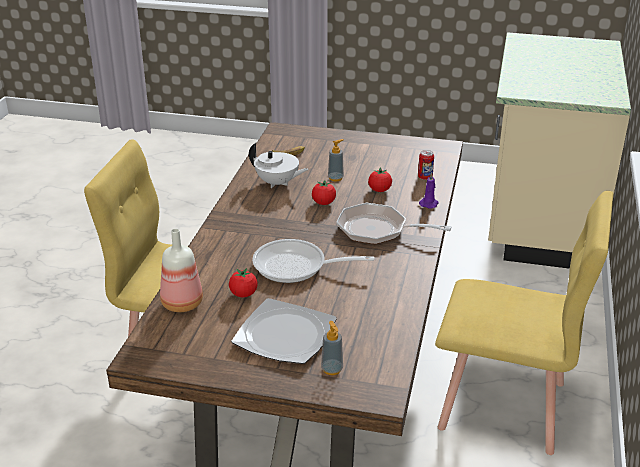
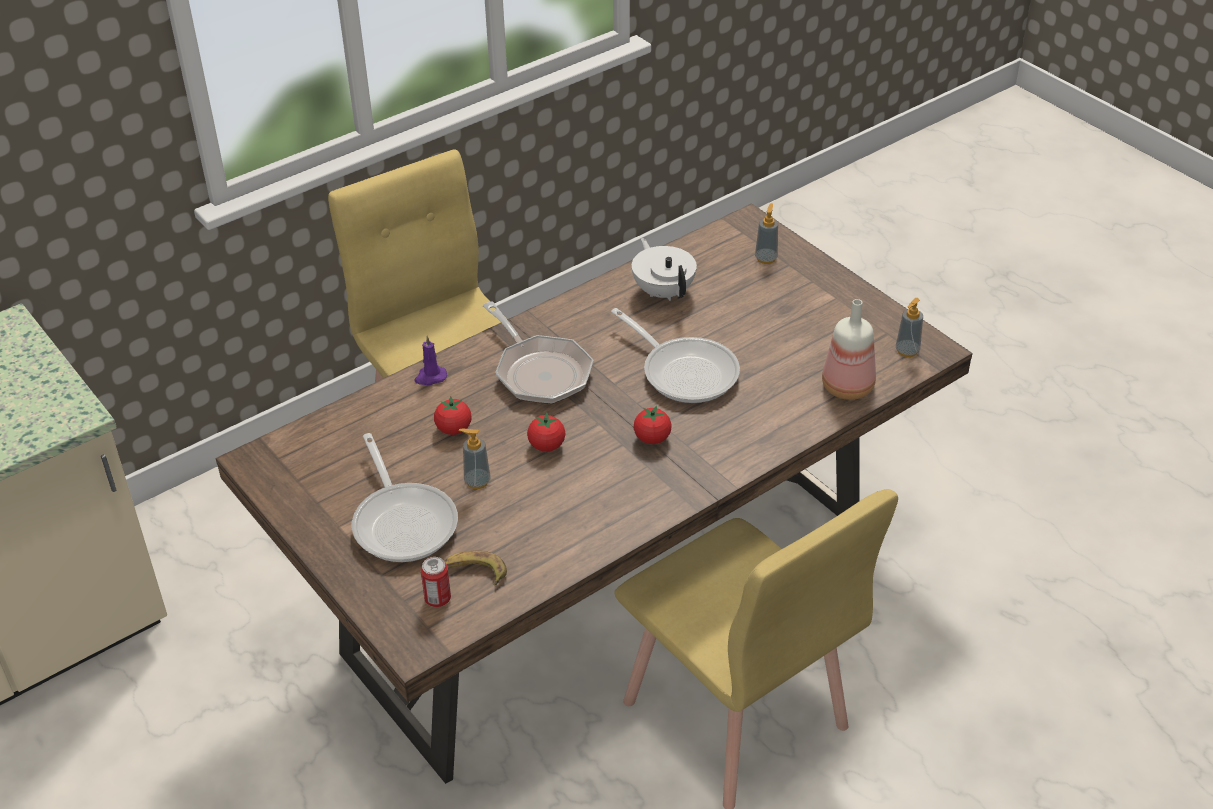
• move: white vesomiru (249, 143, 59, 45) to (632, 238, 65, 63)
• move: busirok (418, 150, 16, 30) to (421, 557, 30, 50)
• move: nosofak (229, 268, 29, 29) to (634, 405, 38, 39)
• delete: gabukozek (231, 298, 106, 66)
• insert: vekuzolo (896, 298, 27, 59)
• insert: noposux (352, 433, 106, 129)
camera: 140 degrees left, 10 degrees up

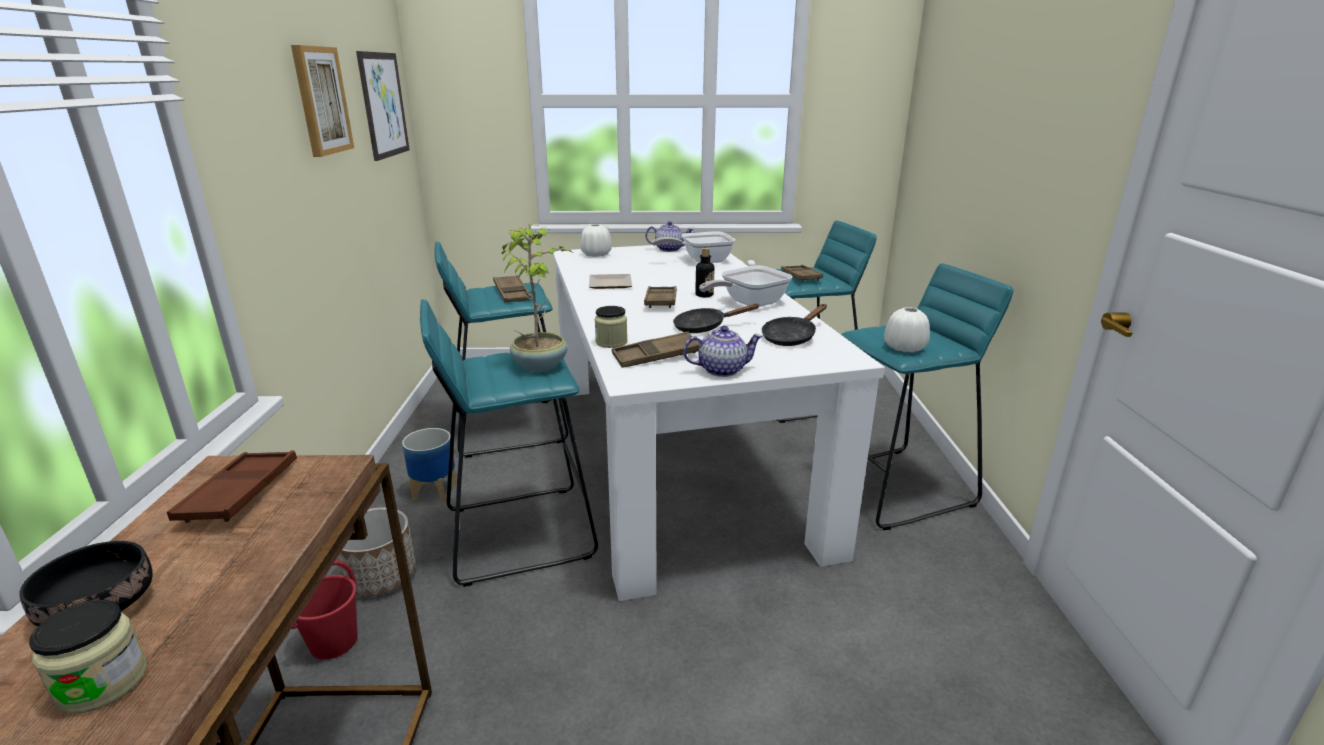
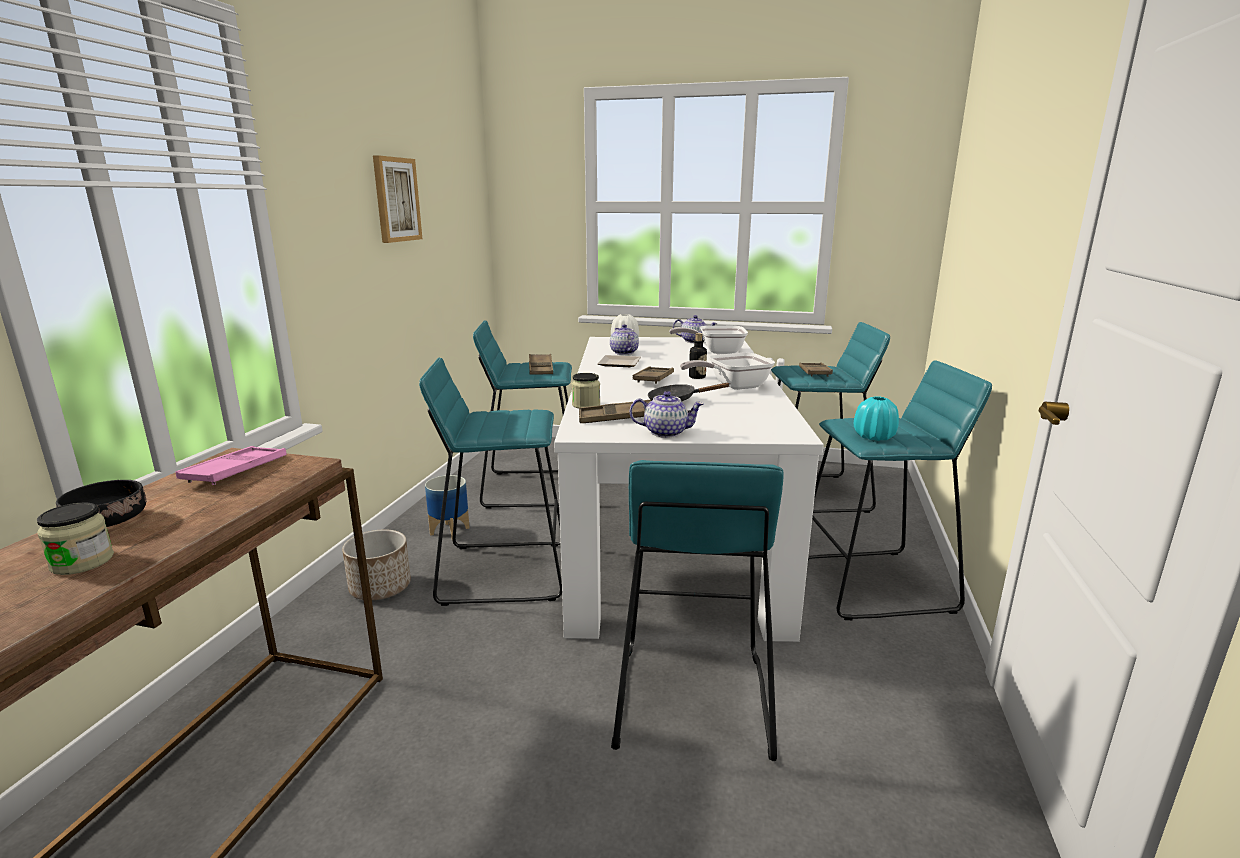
• delete: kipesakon (356, 51, 54, 110)
• delete: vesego (502, 224, 70, 148)
• delete: black noposux (762, 304, 65, 42)
• recolor: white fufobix (884, 307, 46, 46) to turquoise fufobix (854, 396, 45, 45)
• recolor: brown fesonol (167, 450, 130, 73) to pink fesonol (176, 446, 111, 39)
• delete: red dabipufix (291, 560, 66, 100)
• insert: vesomiru (610, 324, 29, 31)
• insert: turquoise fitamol (611, 460, 173, 301)
camera: 15 degrees right, 5 degrees down

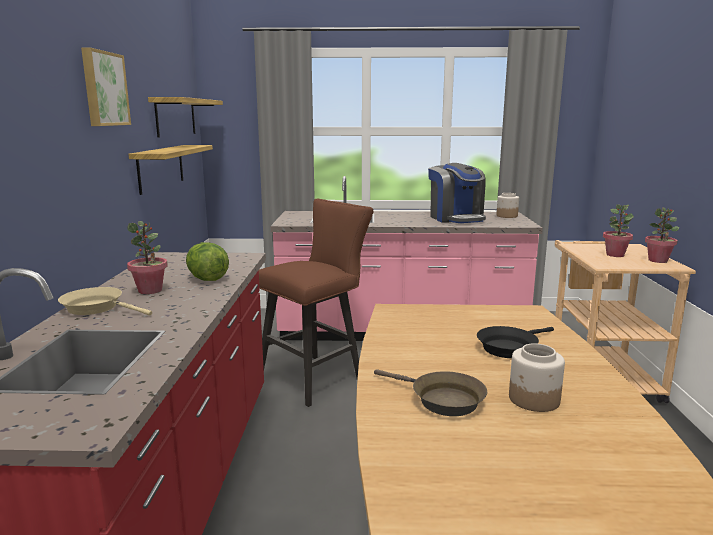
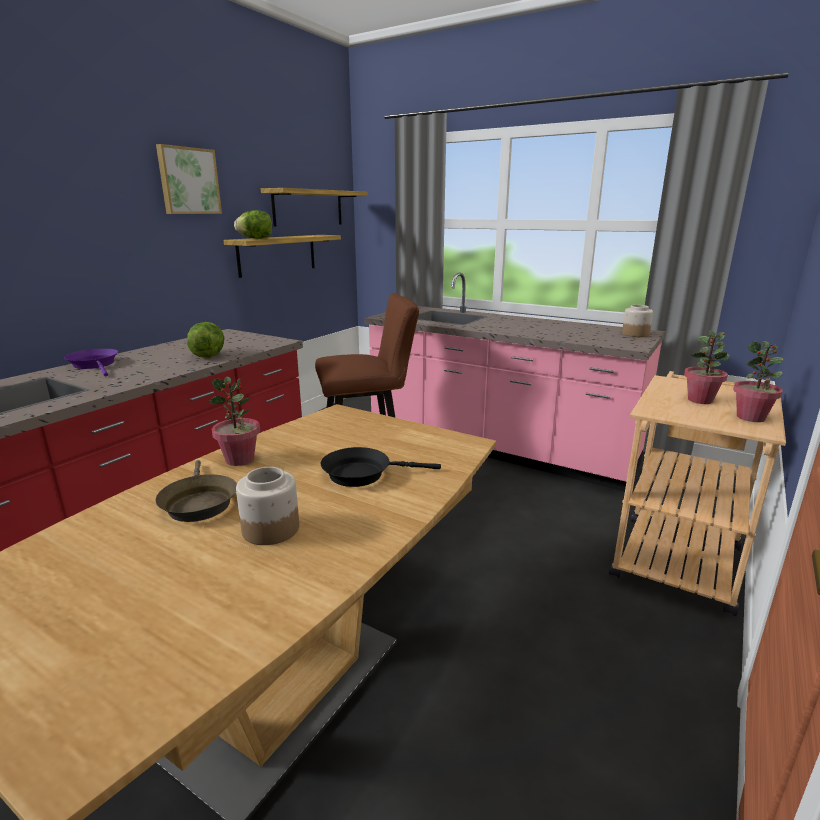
• delete: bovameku (428, 163, 58, 60)
• move: vesego (127, 221, 41, 73) to (209, 377, 51, 89)
• recolor: beige noposux (58, 287, 94, 28) to purple noposux (64, 349, 54, 27)
• insert: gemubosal (234, 210, 38, 29)
camera: 30 degrees right, 5 degrees up

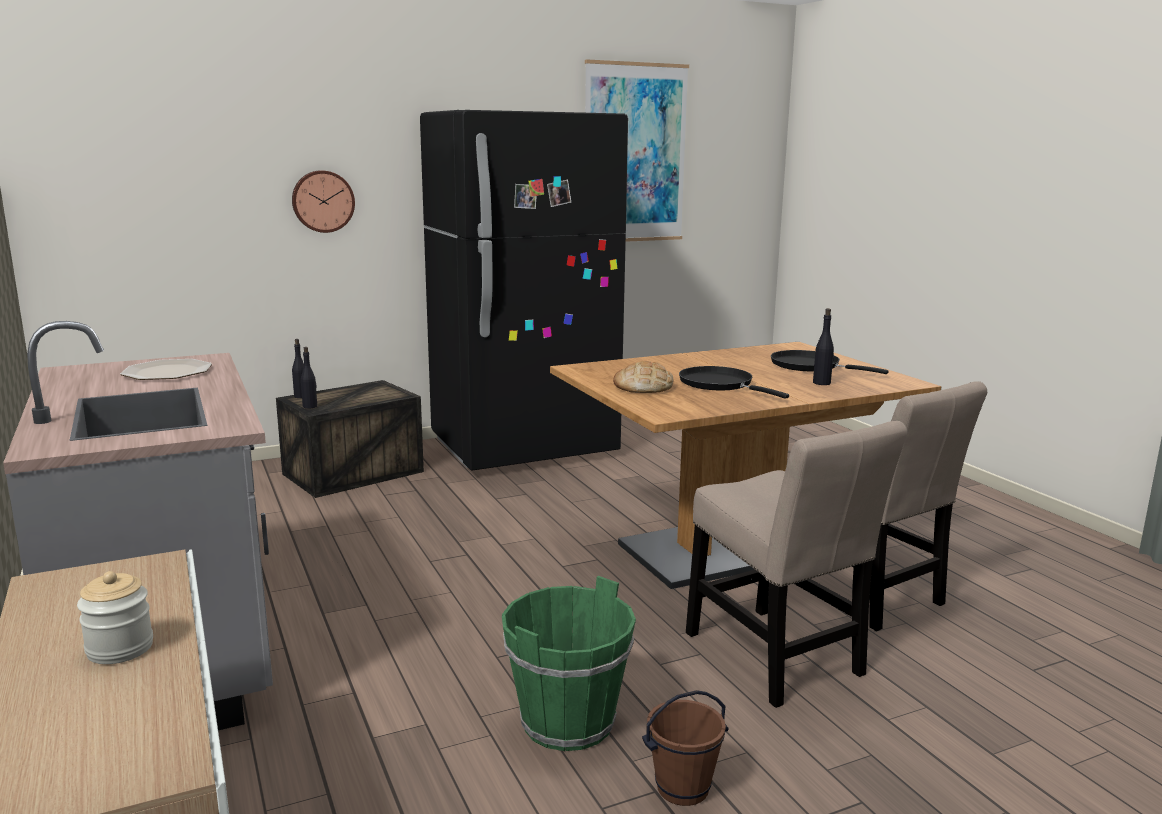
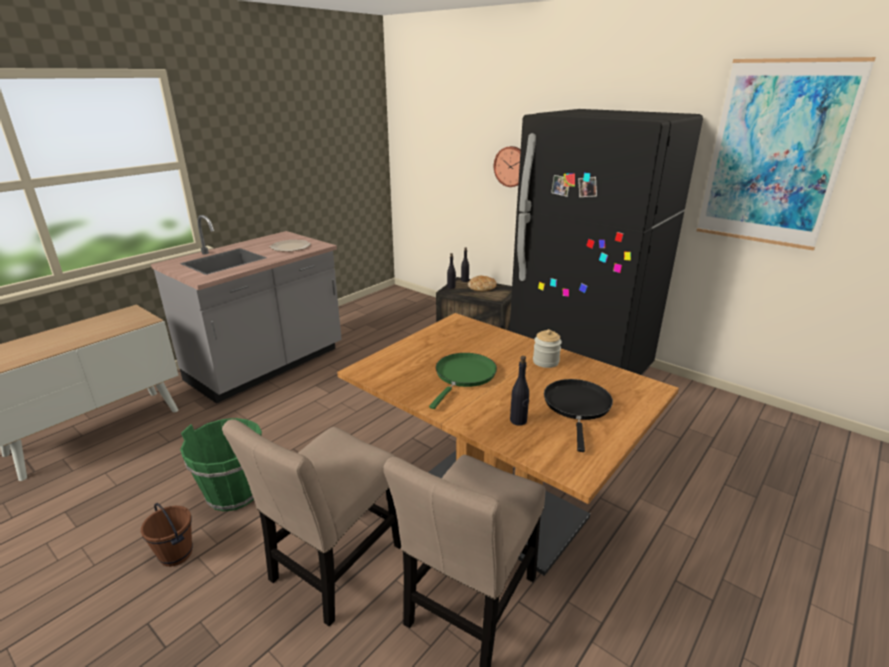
• move: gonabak (613, 361, 61, 32) to (468, 276, 29, 15)
• recolor: black noposux (679, 366, 110, 33) to green noposux (429, 353, 68, 56)
• move: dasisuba (77, 571, 76, 93) to (533, 329, 29, 39)
camera: 65 degrees right, 10 degrees up

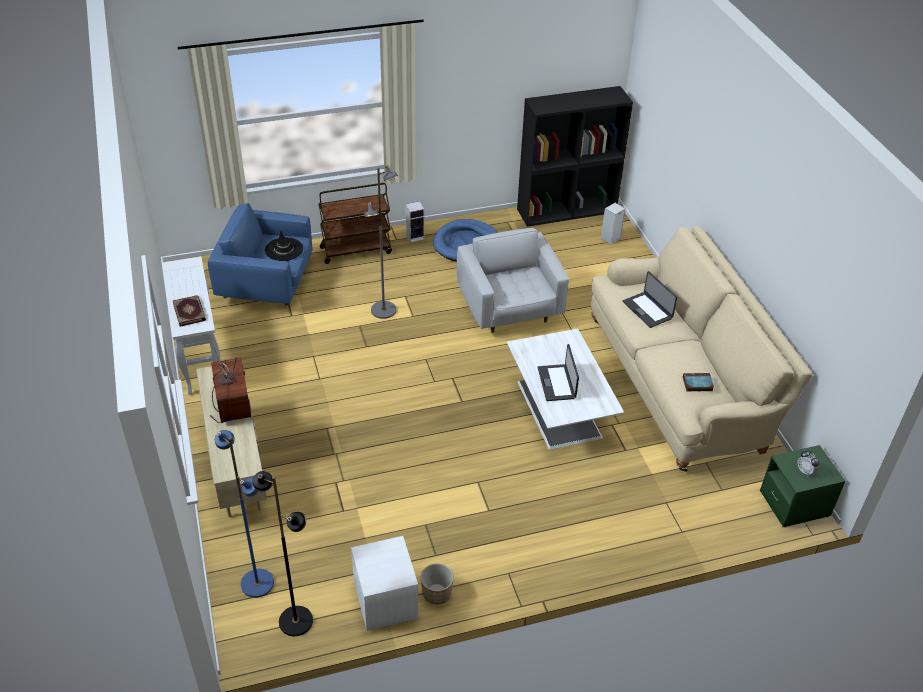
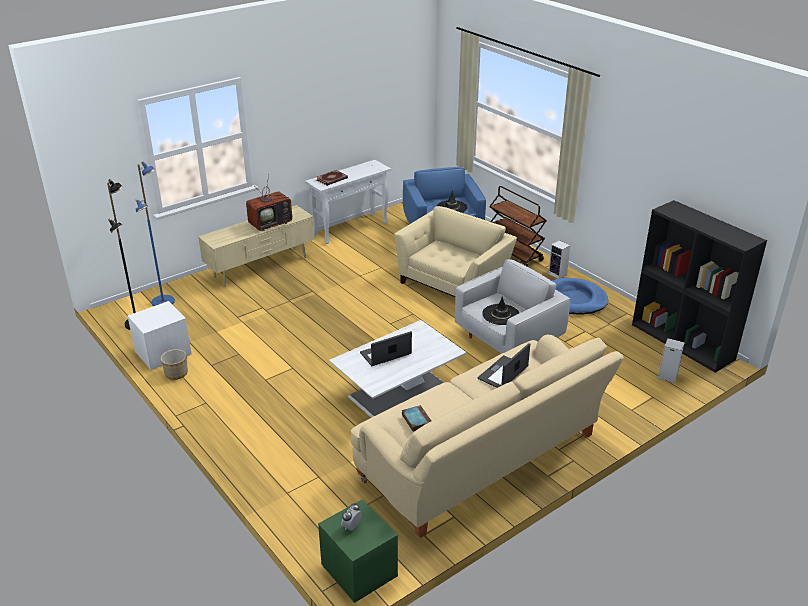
• replace: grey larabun (364, 165, 34, 154) to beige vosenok (394, 206, 123, 91)
• insert: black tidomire (482, 296, 37, 29)
camera: 70 degrees right, 10 degrees down

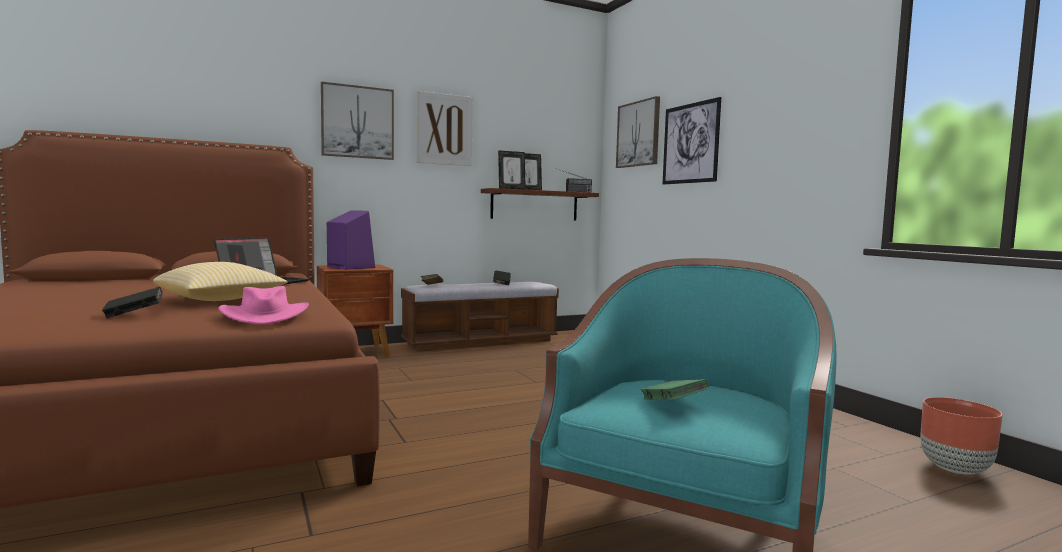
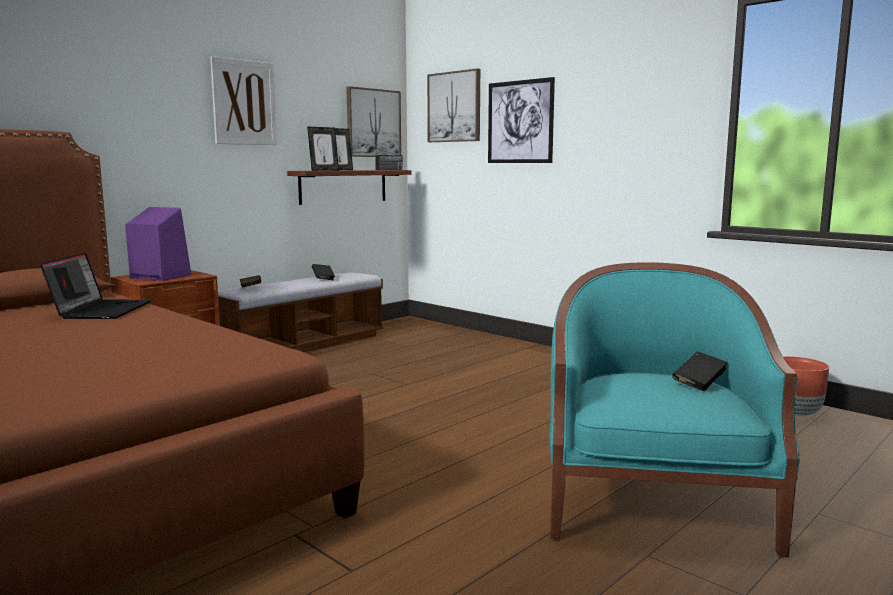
• move: kipesakon (321, 81, 73, 79) to (346, 86, 55, 71)
• delete: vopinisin (153, 262, 135, 39)
• delete: pink tidomire (219, 286, 90, 38)
• move: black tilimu (102, 287, 61, 31) to (672, 352, 56, 39)
• delete: green tilimu (641, 379, 68, 21)
camera: 20 degrees left, 5 degrees up

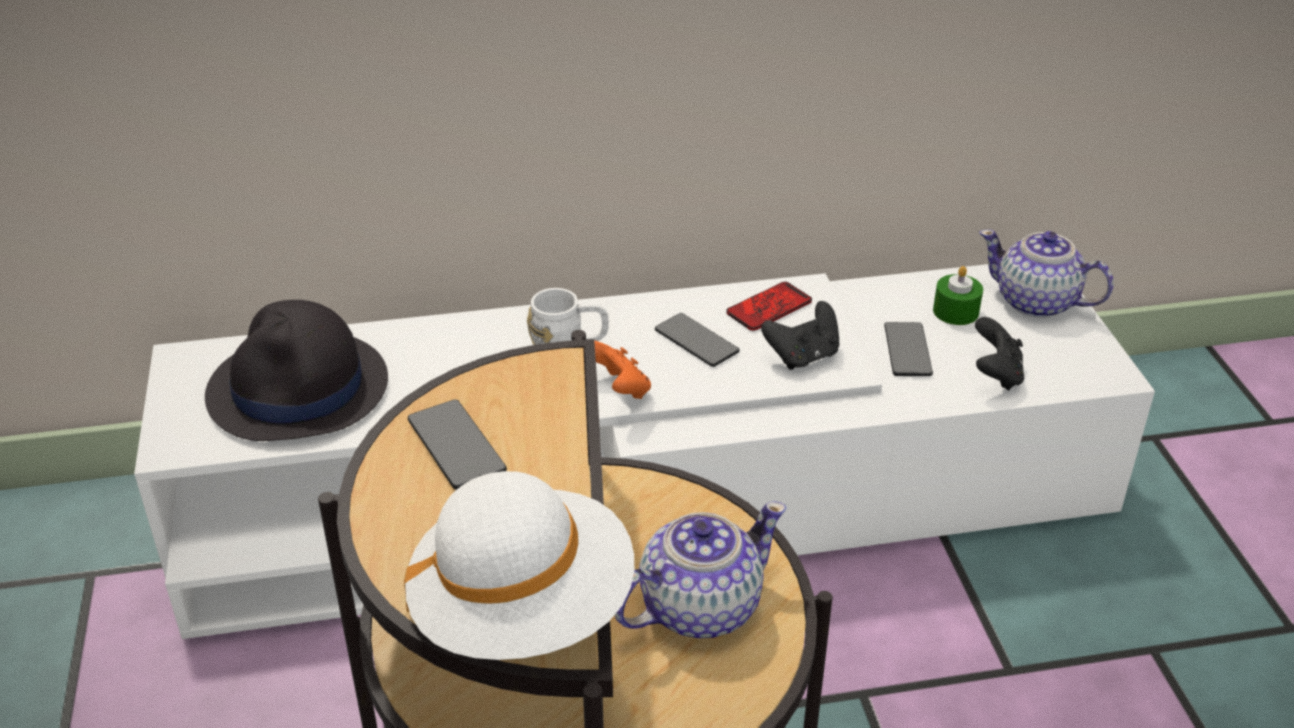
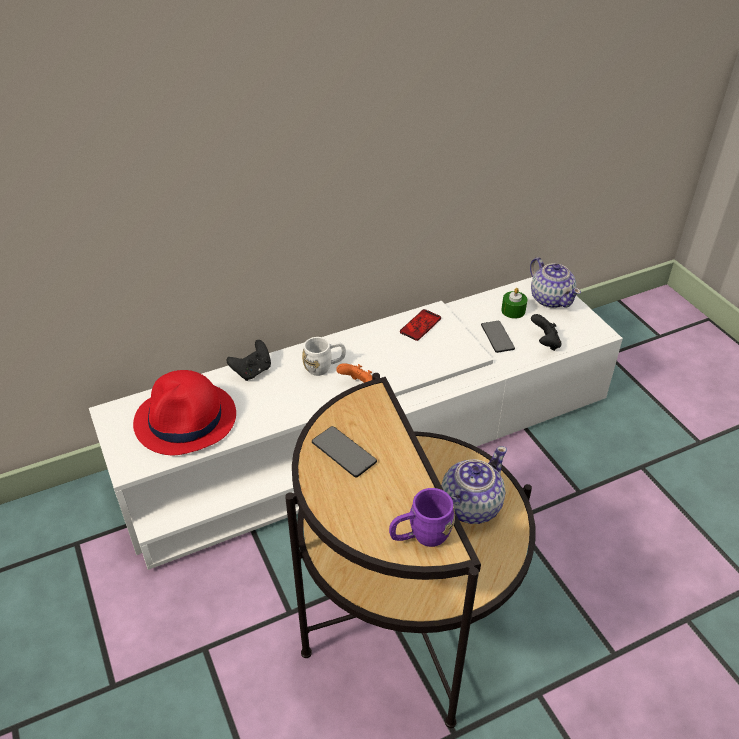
• rotate: vesomiru (979, 230, 135, 88) = (530, 257, 51, 51) 135 degrees counterclockwise
• recolor: black tidomire (205, 300, 183, 141) to red tidomire (133, 370, 103, 85)
• move: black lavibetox (761, 301, 79, 69) to (226, 340, 45, 41)
• delete: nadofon (655, 313, 85, 54)
• replace: white tidomire (404, 471, 230, 189) to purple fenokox (389, 488, 66, 59)
camera: 15 degrees left, 5 degrees up

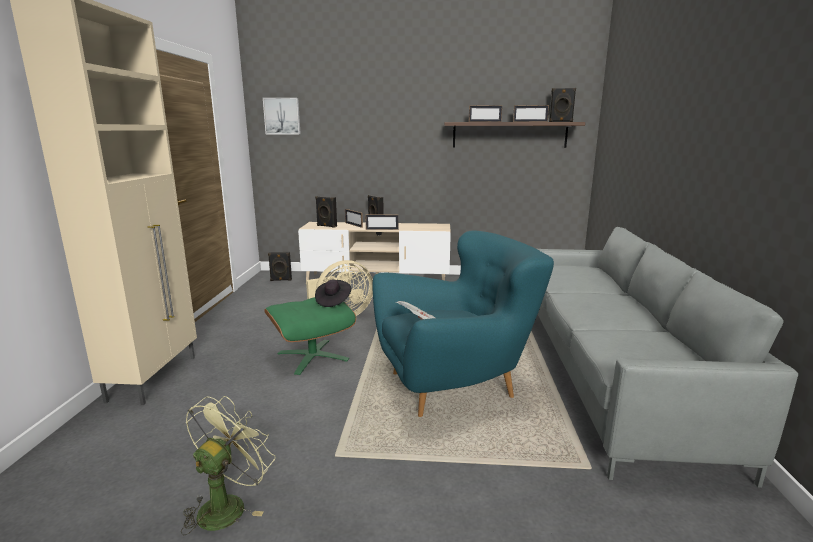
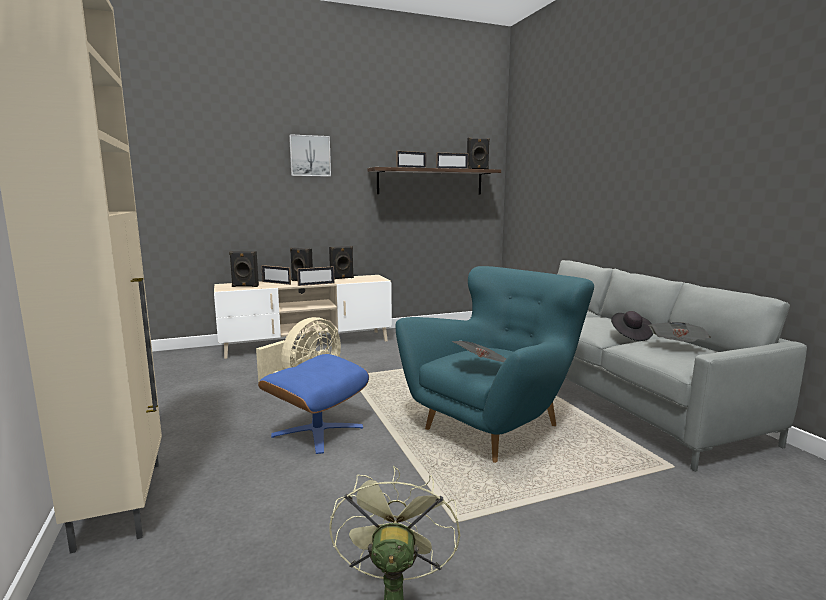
• move: kipesakon (263, 98, 38, 36) to (289, 134, 42, 42)
• move: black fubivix (268, 252, 24, 29) to (329, 246, 25, 34)
• move: black tidomire (315, 280, 36, 27) to (611, 311, 42, 30)
• recolor: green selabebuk (264, 297, 92, 78) to blue selabebuk (258, 354, 111, 100)
• insert: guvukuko (648, 322, 63, 20)
camera: 25 degrees left, 5 degrees down

